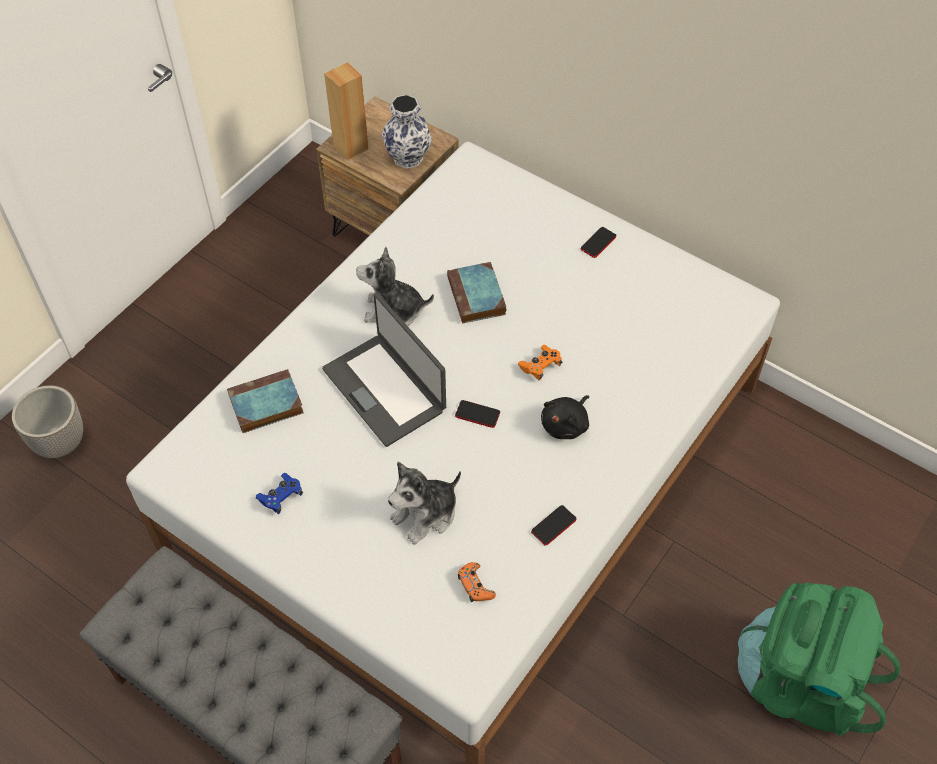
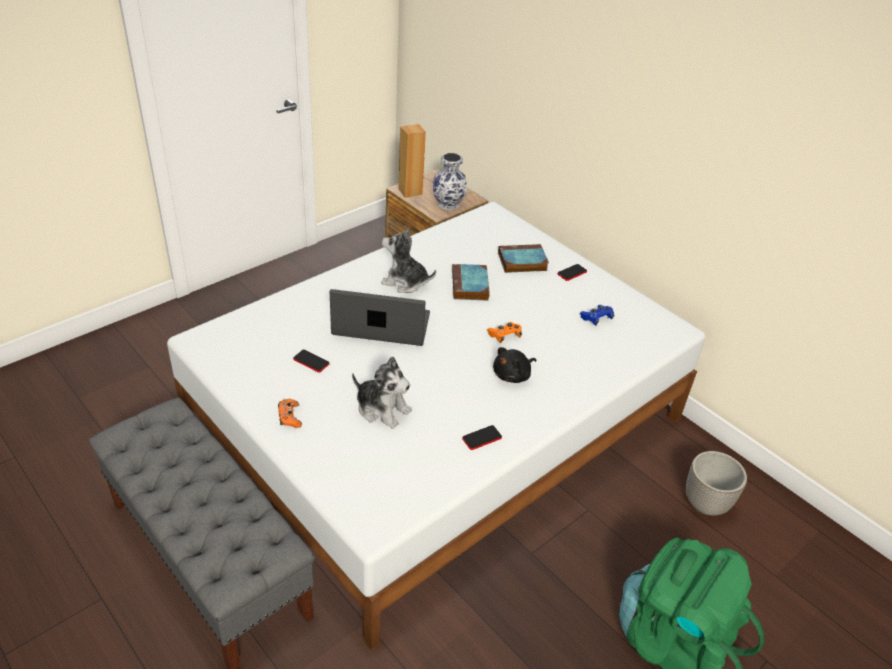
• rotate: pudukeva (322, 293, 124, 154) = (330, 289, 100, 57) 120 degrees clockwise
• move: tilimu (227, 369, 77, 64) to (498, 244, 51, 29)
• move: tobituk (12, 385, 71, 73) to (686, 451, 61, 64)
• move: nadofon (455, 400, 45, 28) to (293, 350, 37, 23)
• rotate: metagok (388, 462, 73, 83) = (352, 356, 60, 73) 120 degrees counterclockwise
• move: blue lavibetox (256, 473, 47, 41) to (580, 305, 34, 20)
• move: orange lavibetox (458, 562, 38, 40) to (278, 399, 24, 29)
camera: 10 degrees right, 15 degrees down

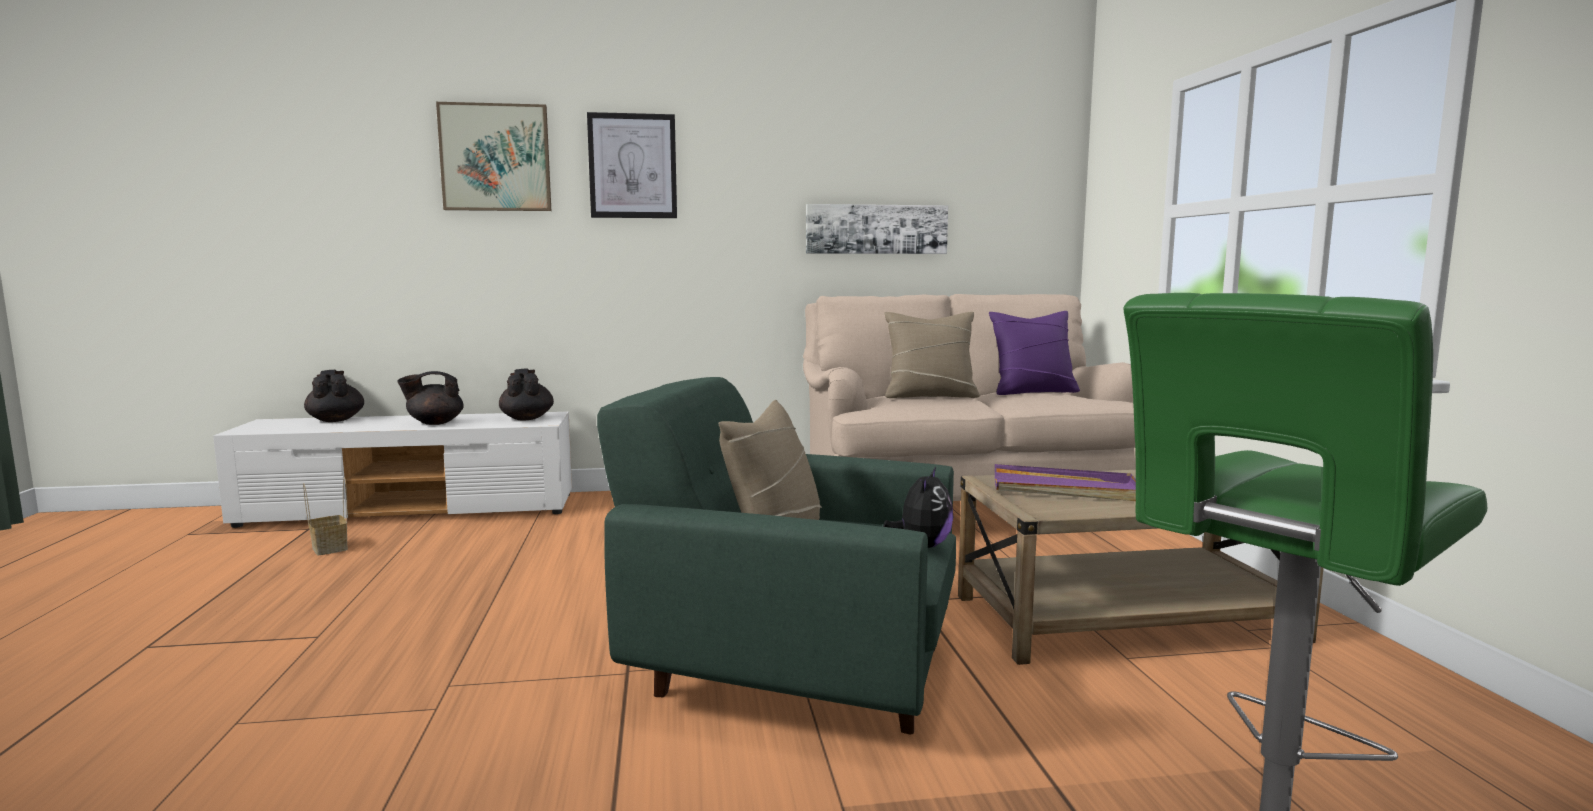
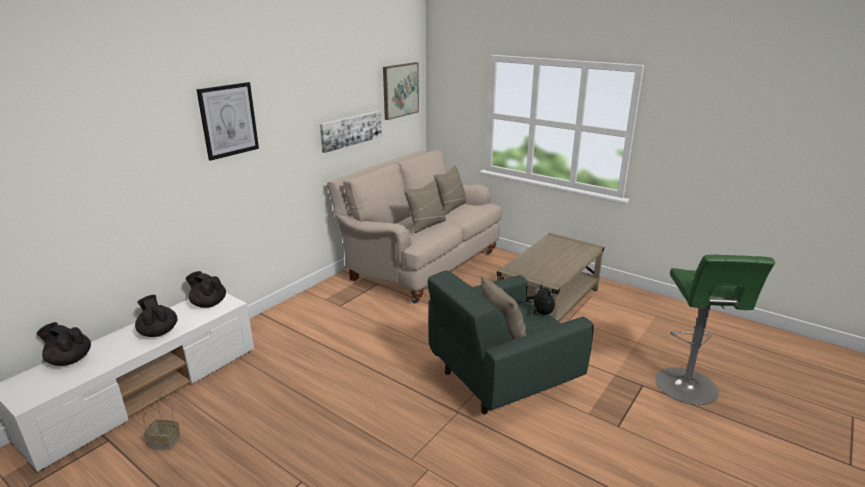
• move: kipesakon (436, 102, 115, 109) to (383, 62, 36, 58)
• recolor: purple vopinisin (989, 311, 91, 84) to beige vopinisin (434, 165, 32, 50)
• rotate: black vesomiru (398, 371, 66, 54) = (135, 295, 42, 42) 120 degrees clockwise
• delete: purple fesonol (995, 464, 141, 37)
camera: 45 degrees left, 15 degrees up

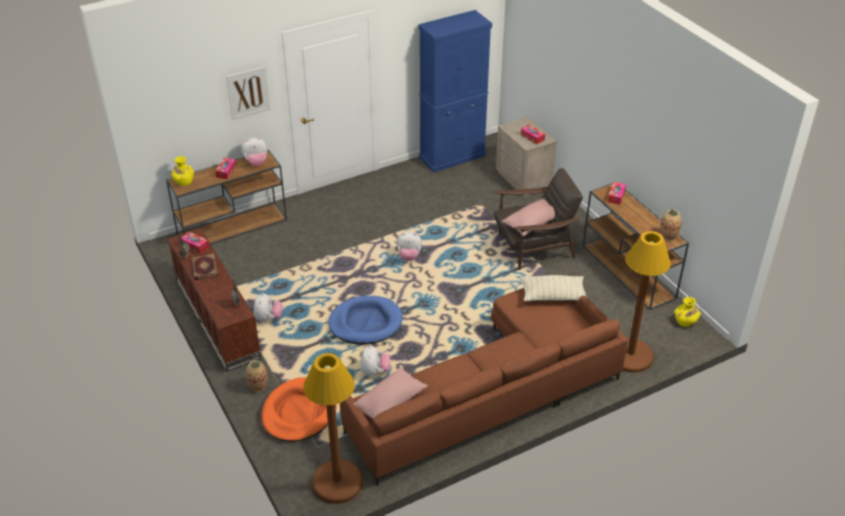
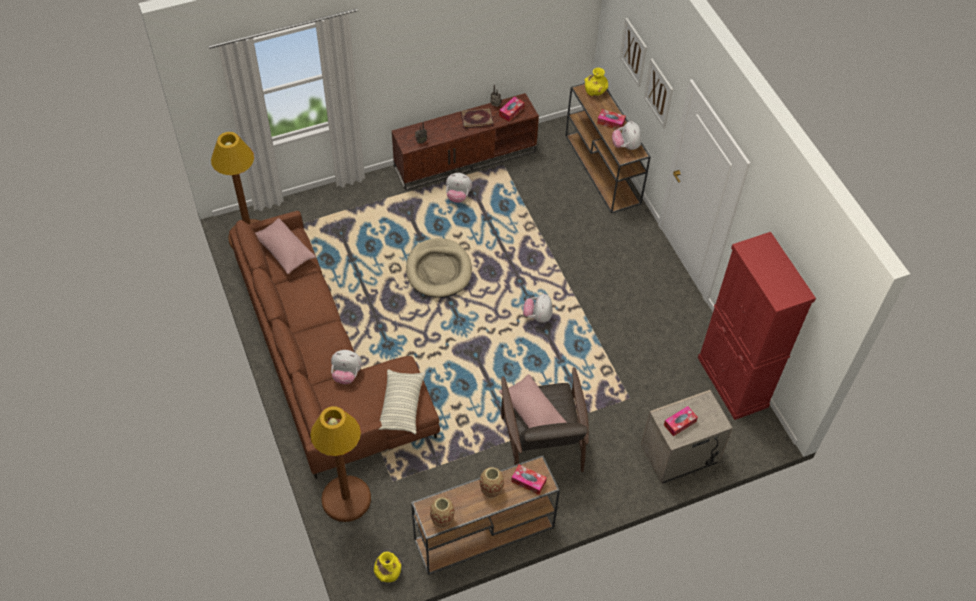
• recolor: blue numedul (418, 10, 74, 163) to red numedul (698, 232, 118, 188)
• recolor: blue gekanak (328, 296, 75, 48) to beige gekanak (406, 238, 66, 60)
• move: metagok (360, 345, 31, 31) to (331, 350, 31, 34)
• move: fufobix (245, 360, 22, 32) to (480, 467, 24, 31)
• delete: orange gekanak (261, 377, 76, 65)
• insert: kipesakon (620, 18, 27, 69)
camera: 95 degrees right, 15 degrees up

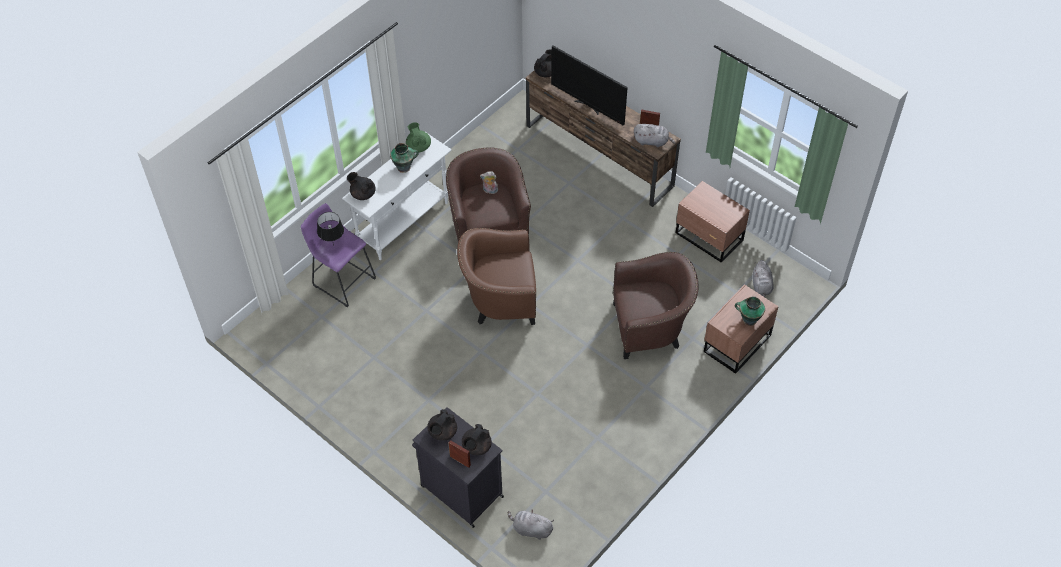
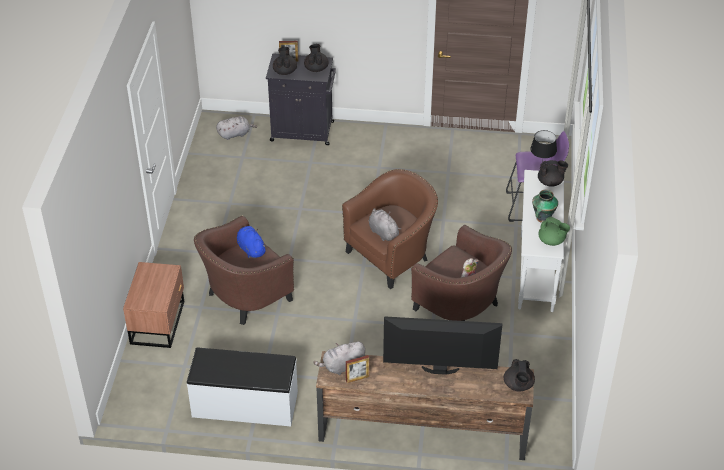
• replace: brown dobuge (676, 181, 74, 82) to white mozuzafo (187, 348, 111, 78)
• move: grey metagok (753, 260, 21, 37) to (369, 208, 32, 33)
• delete: fufobix (735, 296, 30, 30)
• insert: blue metagok (237, 226, 30, 32)
camera: 145 degrees right, 10 degrees down

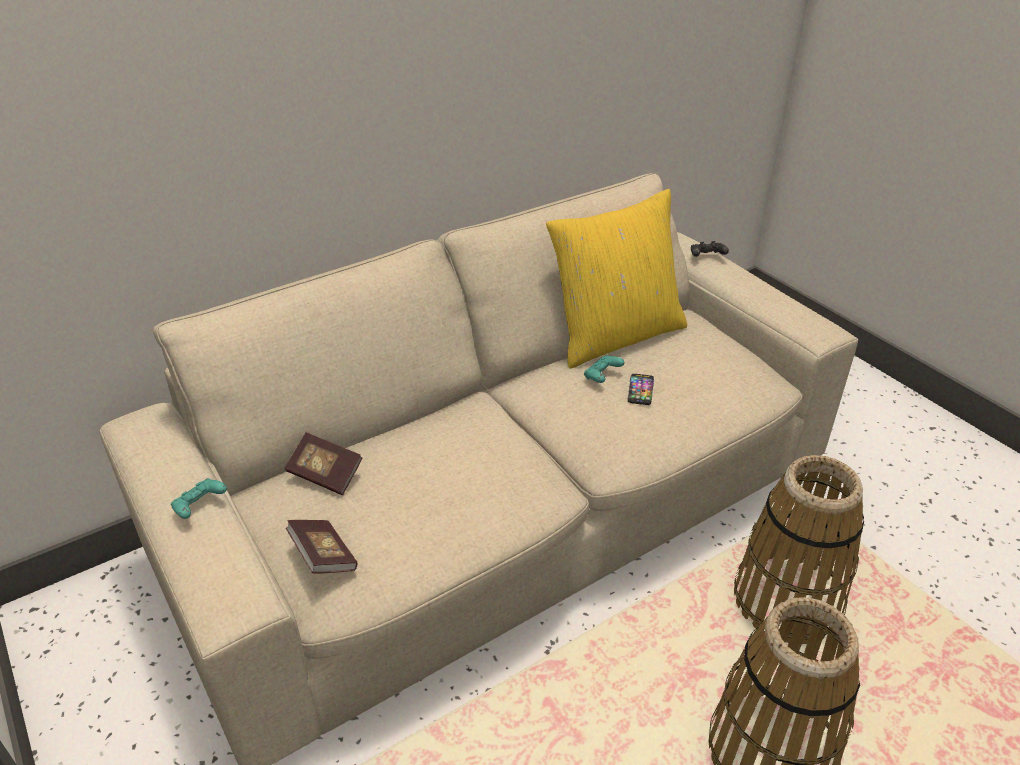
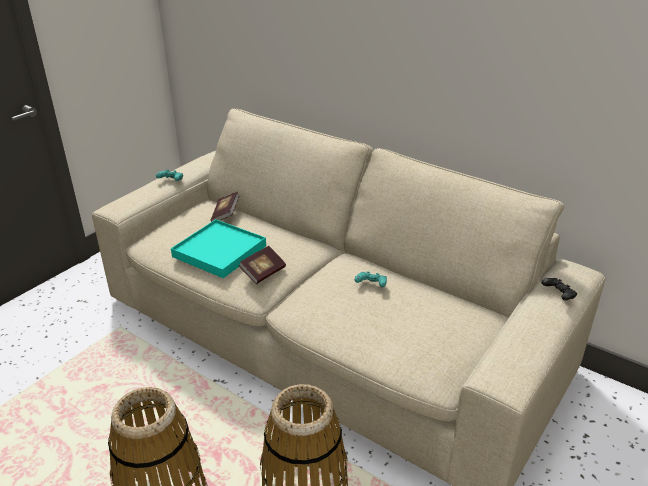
• delete: yellow vopinisin (546, 189, 141, 180)
• delete: nadofon (628, 374, 26, 31)
• move: tilimu (286, 520, 71, 54) to (238, 246, 48, 38)
• insert: turquoise fesonol (171, 219, 95, 59)
camera: 70 degrees right, 5 degrees down

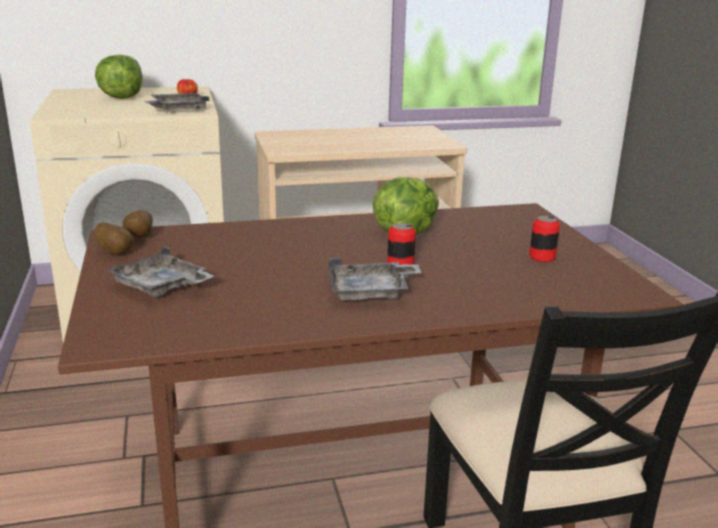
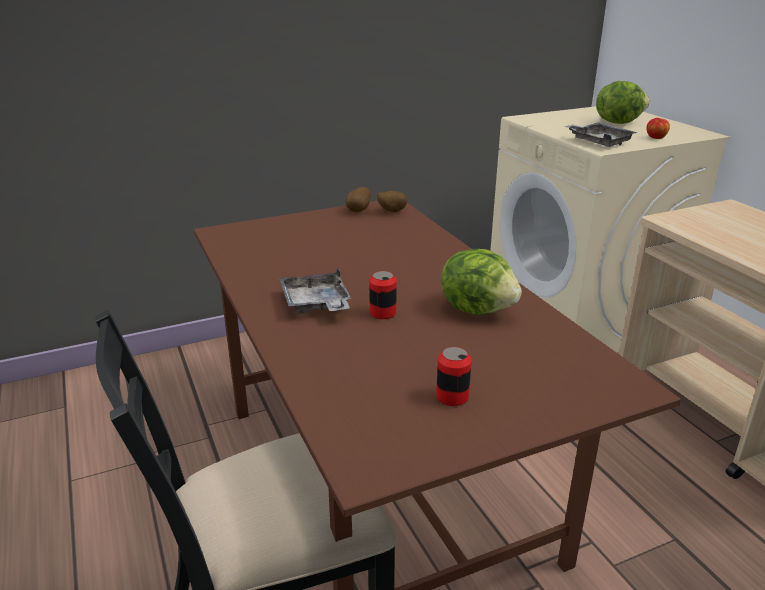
• delete: grey fesonol (106, 246, 108, 51)
camera: 80 degrees right, 5 degrees up

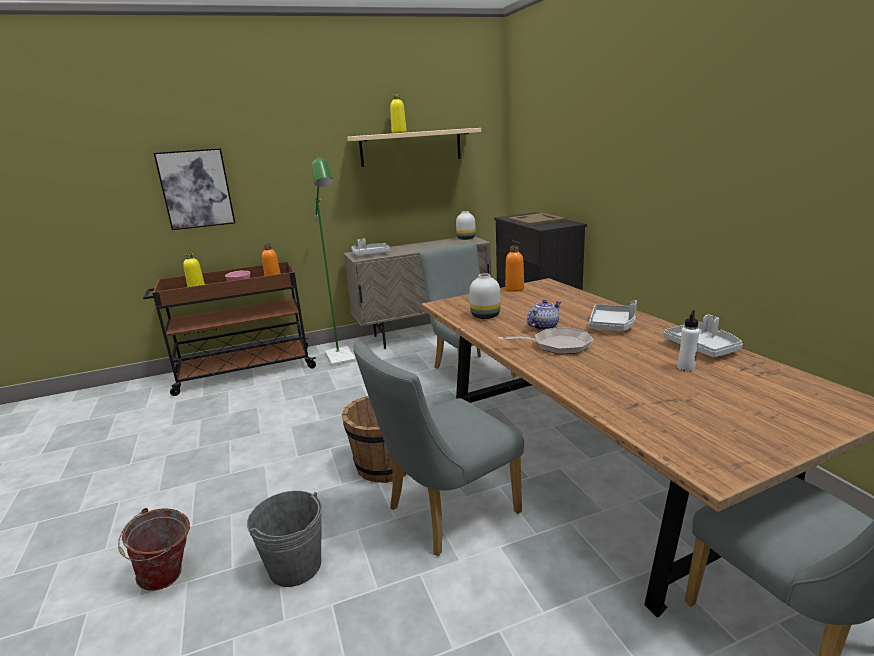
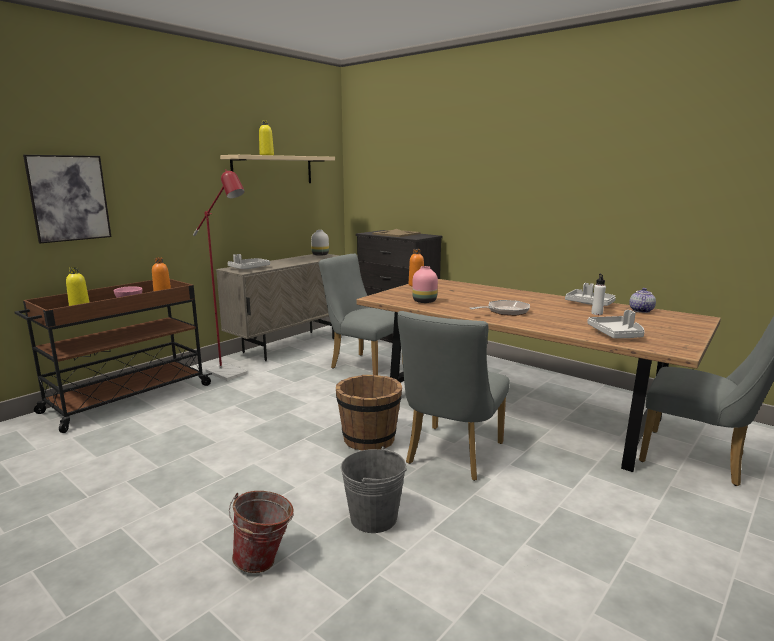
• recolor: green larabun (311, 156, 45, 210) to red larabun (193, 169, 54, 212)
• recolor: white fufobix (469, 273, 31, 46) to pink fufobix (412, 266, 26, 37)
• move: vesomiru (527, 300, 34, 30) to (629, 288, 27, 25)
• move: grey fesonol (589, 300, 48, 31) to (587, 310, 57, 28)
camera: 30 degrees left, 5 degrees down

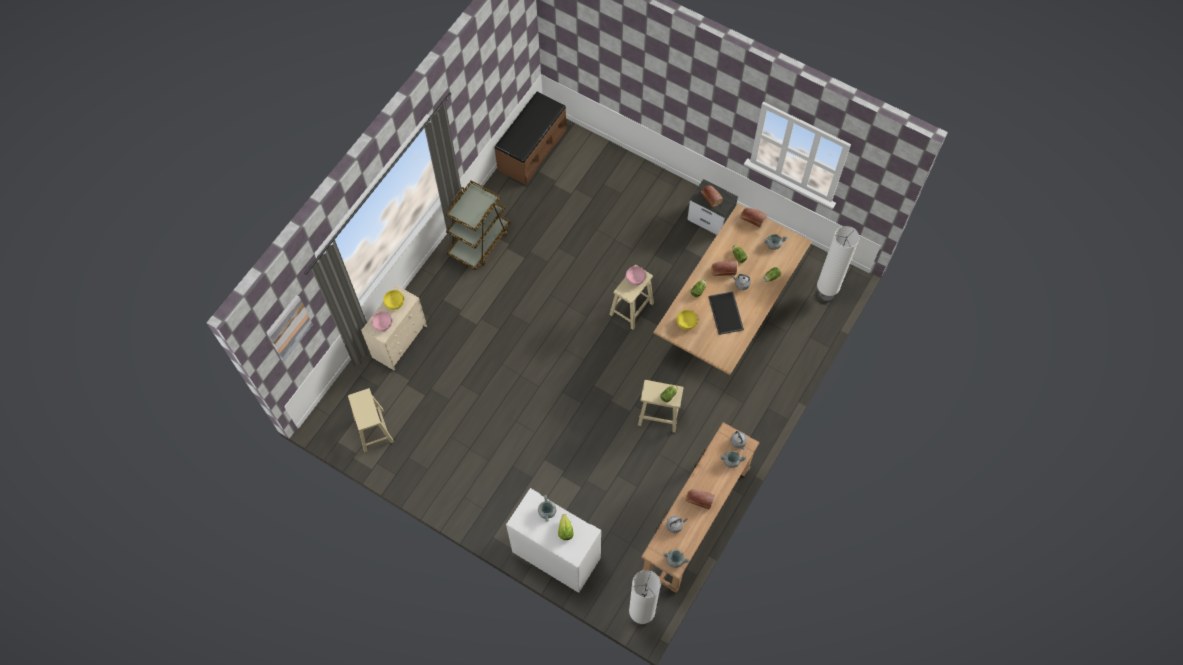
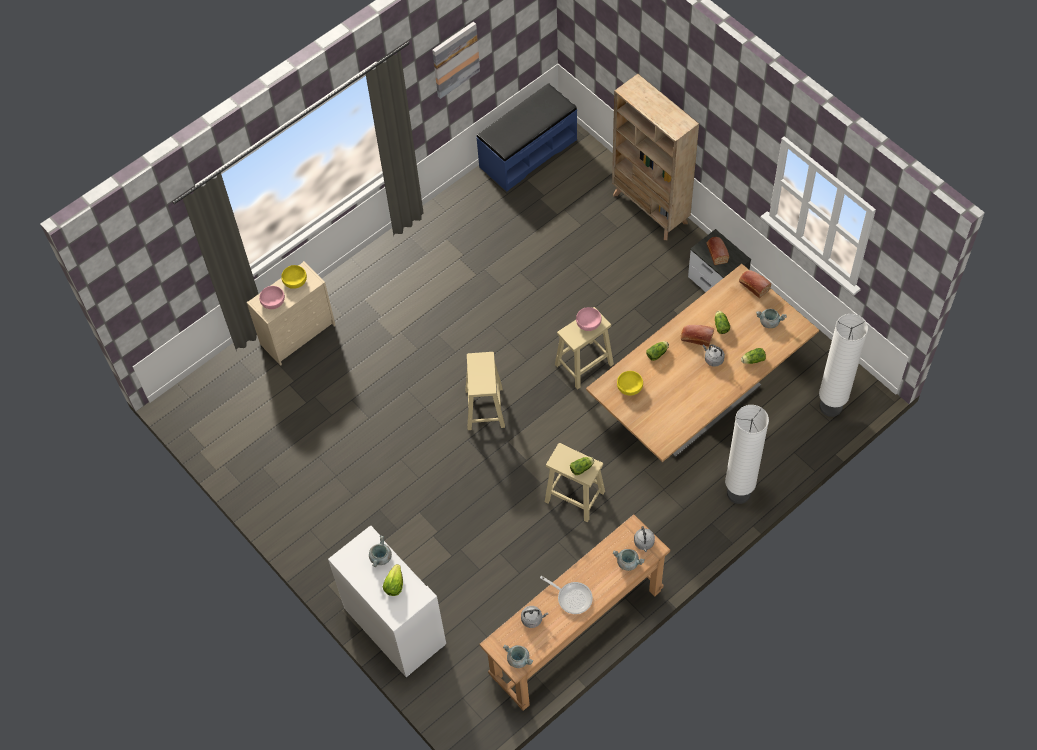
• recolor: brown mozuzafo (494, 91, 73, 94) to blue mozuzafo (476, 83, 101, 109)
• delete: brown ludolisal (446, 180, 64, 90)
• delete: fesonol (708, 291, 36, 44)
• move: kipesakon (266, 295, 47, 66) to (432, 22, 48, 77)
• move: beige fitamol (348, 388, 46, 64) to (466, 352, 39, 78)
• replace: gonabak (686, 489, 29, 20) to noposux (540, 576, 53, 38)
• move: white larabun (629, 570, 32, 56) to (725, 405, 44, 99)
• insert: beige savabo (612, 74, 87, 166)
camera: 20 degrees right, 5 degrees down

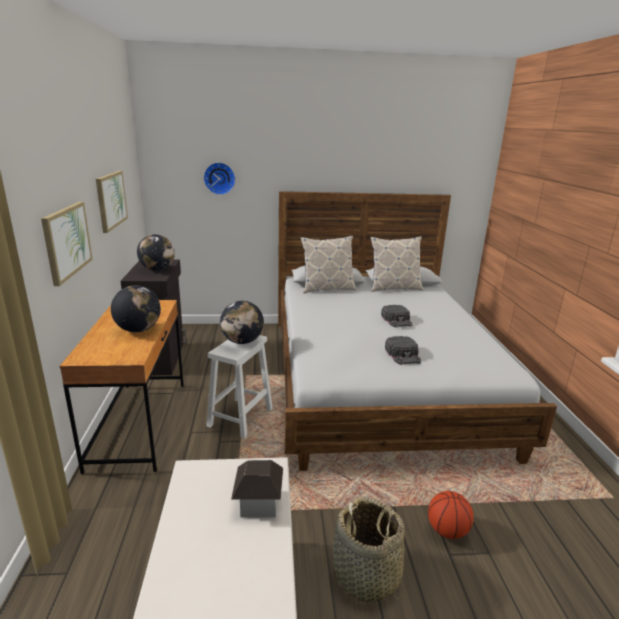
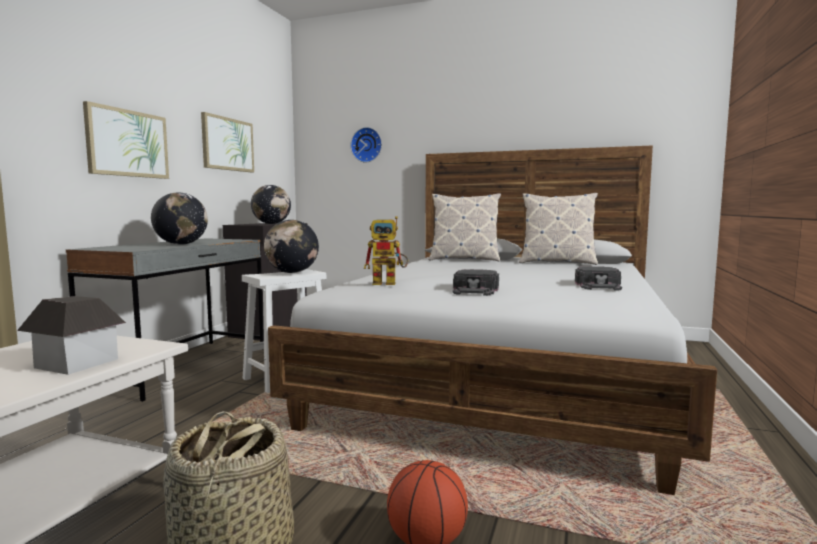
• recolor: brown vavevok (59, 300, 125, 174) to grey vavevok (66, 238, 198, 164)
• move: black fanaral (381, 305, 32, 22) to (575, 266, 47, 25)
• insert: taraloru (364, 216, 44, 69)
camera: 25 degrees right, 15 degrees down

